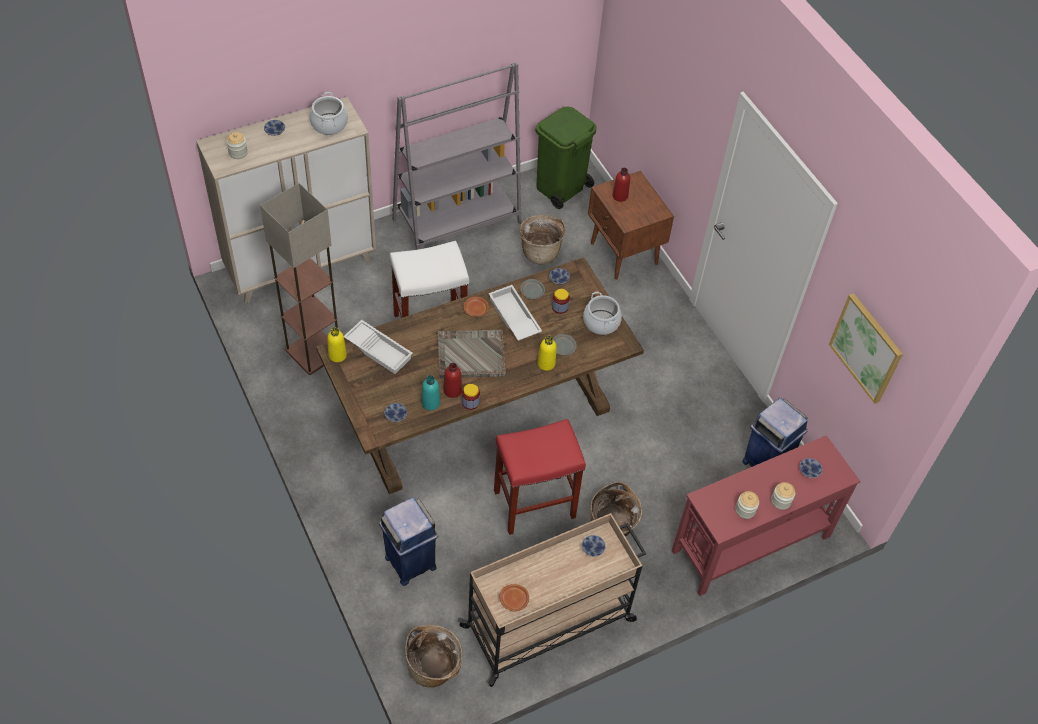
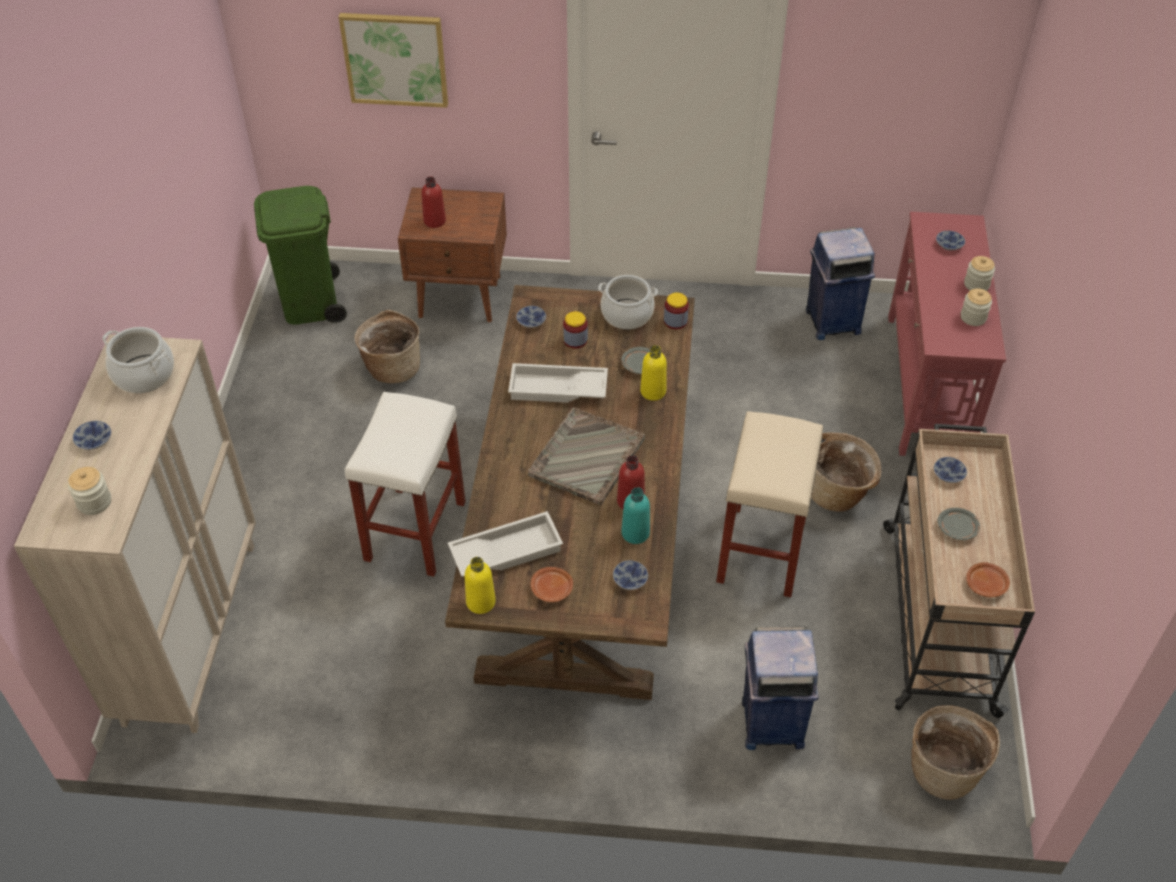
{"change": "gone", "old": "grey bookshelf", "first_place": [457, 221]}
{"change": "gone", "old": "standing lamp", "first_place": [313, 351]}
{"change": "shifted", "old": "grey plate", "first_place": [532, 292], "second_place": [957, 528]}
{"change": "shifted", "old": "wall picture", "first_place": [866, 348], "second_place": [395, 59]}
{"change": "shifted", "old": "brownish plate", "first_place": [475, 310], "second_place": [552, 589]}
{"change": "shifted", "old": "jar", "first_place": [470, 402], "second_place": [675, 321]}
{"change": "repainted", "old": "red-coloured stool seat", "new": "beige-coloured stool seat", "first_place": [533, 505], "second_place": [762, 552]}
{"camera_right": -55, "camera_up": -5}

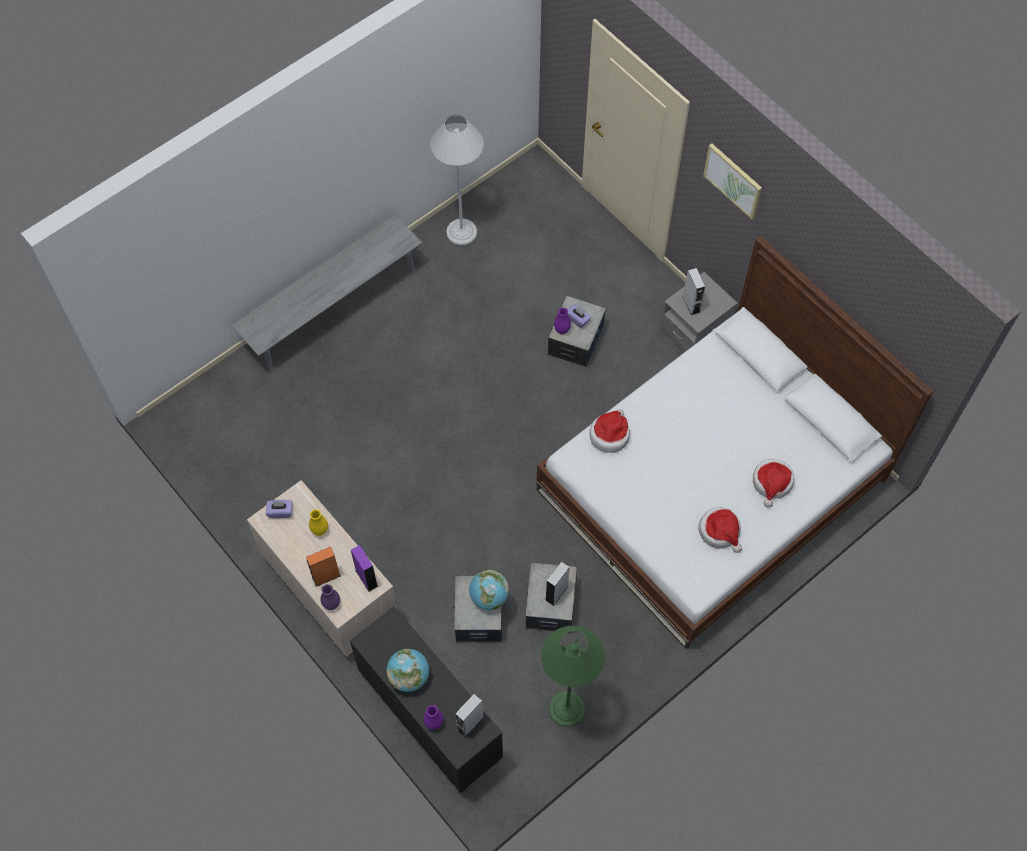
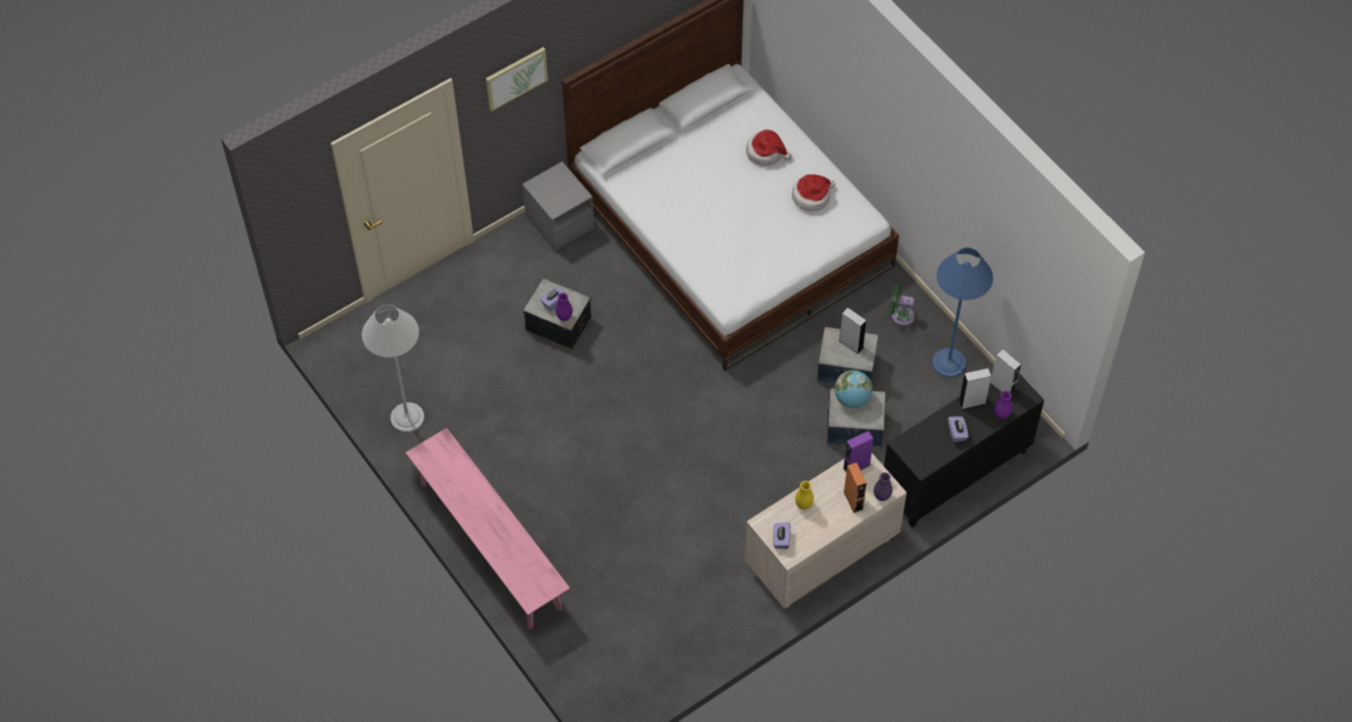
{"change": "repainted", "old": "grey long seat", "new": "pink long seat", "first_place": [333, 310], "second_place": [490, 545]}
{"change": "shifted", "old": "grey loudspeaker", "first_place": [691, 304], "second_place": [972, 402]}
{"change": "gone", "old": "hat", "first_place": [609, 434]}
{"change": "repainted", "old": "green standing lamp", "new": "bluish standing lamp", "first_place": [567, 709], "second_place": [949, 363]}
{"change": "swapped", "old": "world globe", "new": "purplish tissue box", "first_place": [409, 676], "second_place": [957, 433]}
{"change": "new", "new": "green electric fan", "second_place": [900, 315]}
{"camera_right": -85, "camera_up": -5}

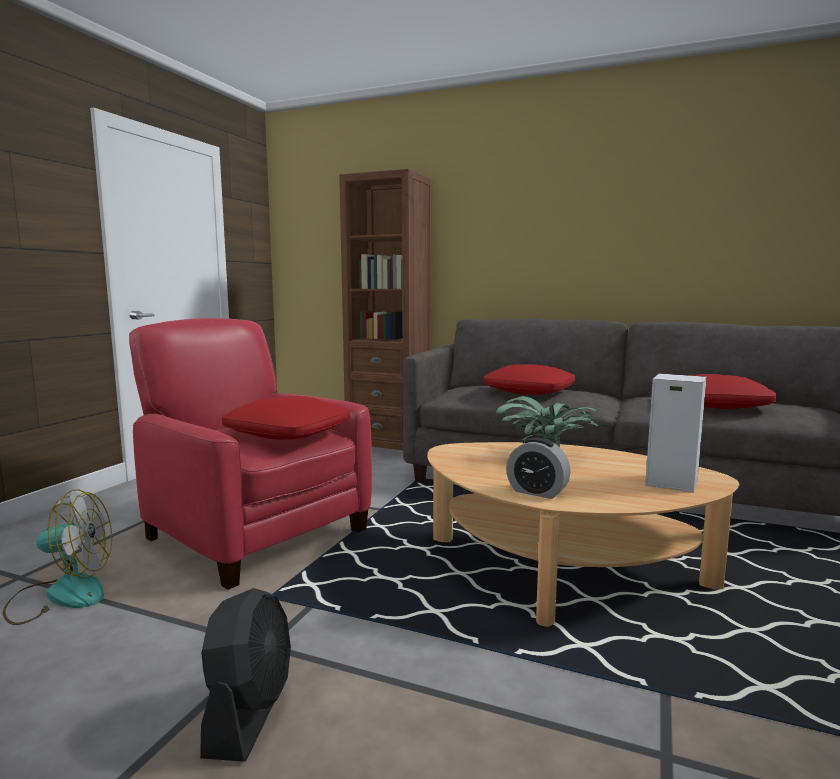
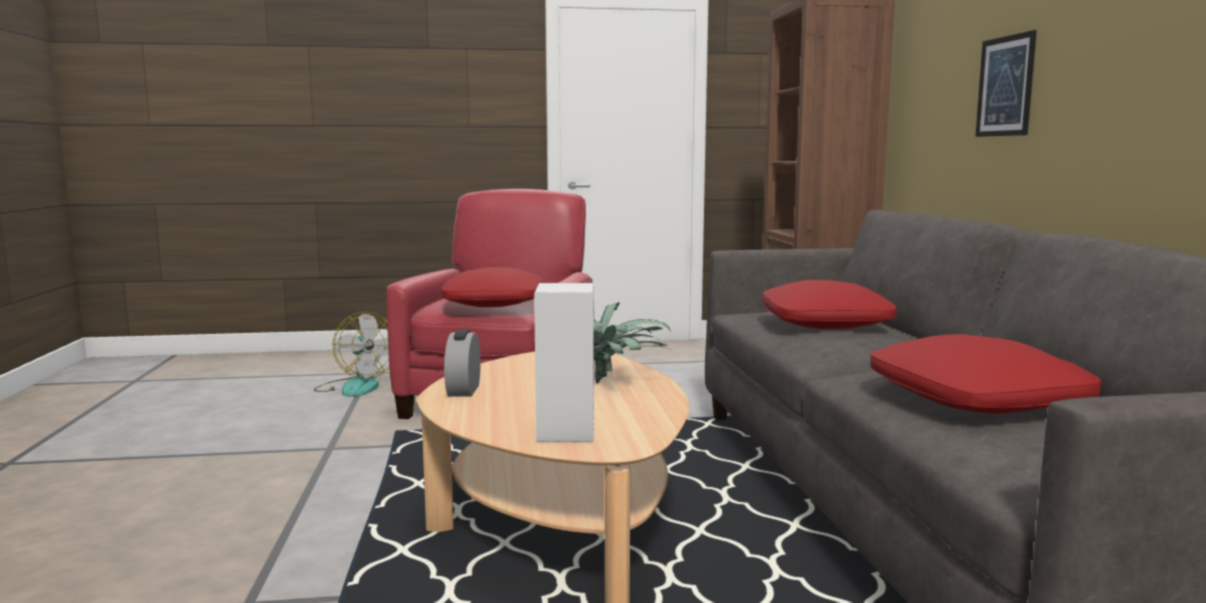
{"change": "gone", "old": "black electric fan", "first_place": [249, 712]}
{"change": "new", "new": "wall picture", "second_place": [1005, 86]}
{"camera_right": 60, "camera_up": 0}

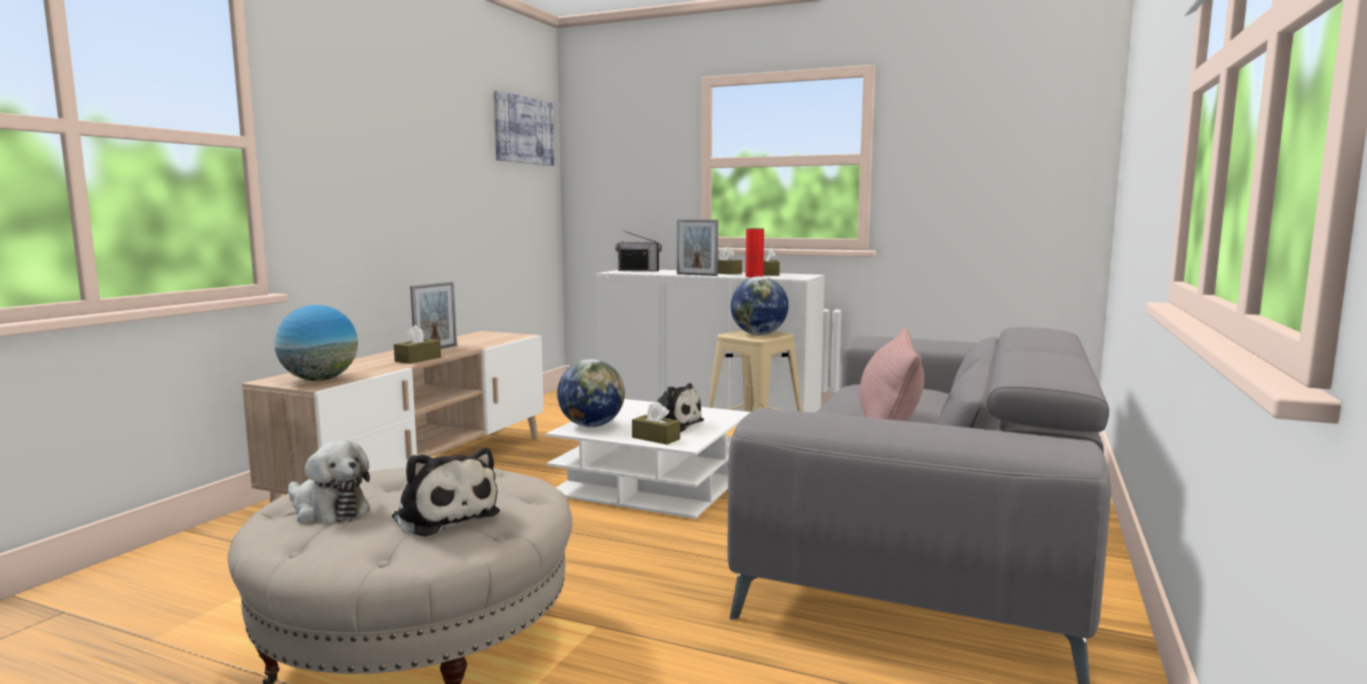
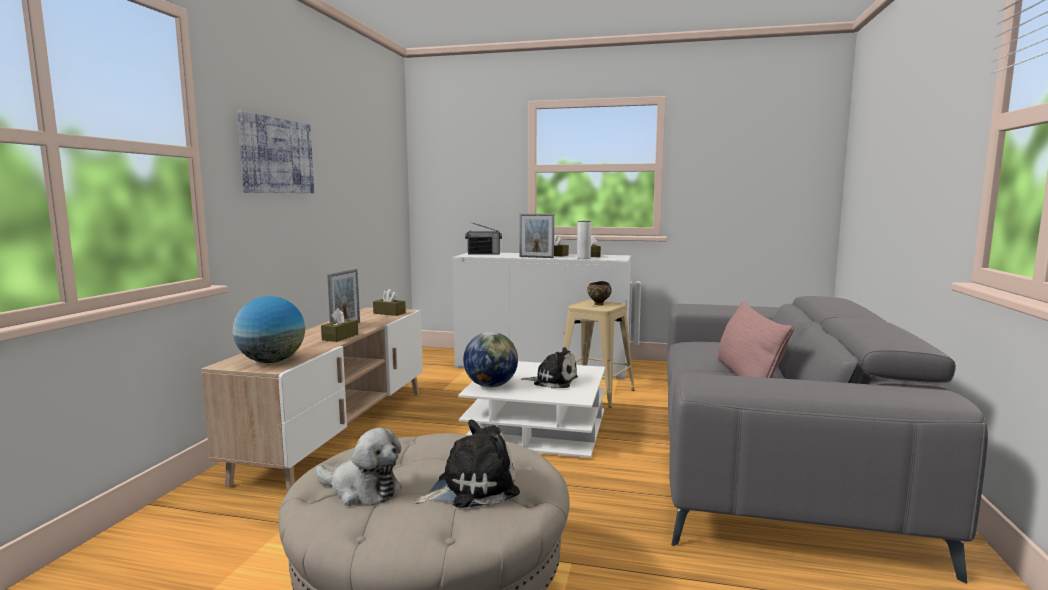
{"change": "shifted", "old": "wall picture", "first_place": [523, 130], "second_place": [276, 156]}
{"change": "repainted", "old": "red-coloured decorative vase", "new": "white decorative vase", "first_place": [754, 276], "second_place": [583, 258]}
{"change": "swapped", "old": "world globe", "new": "brownish serving bowl", "first_place": [758, 334], "second_place": [599, 304]}
{"change": "shifted", "old": "brownish tissue box", "first_place": [656, 438], "second_place": [389, 313]}
{"change": "rotated", "old": "plush toy", "first_place": [444, 515], "second_place": [471, 488], "degrees": -60}
{"camera_right": -10, "camera_up": 0}

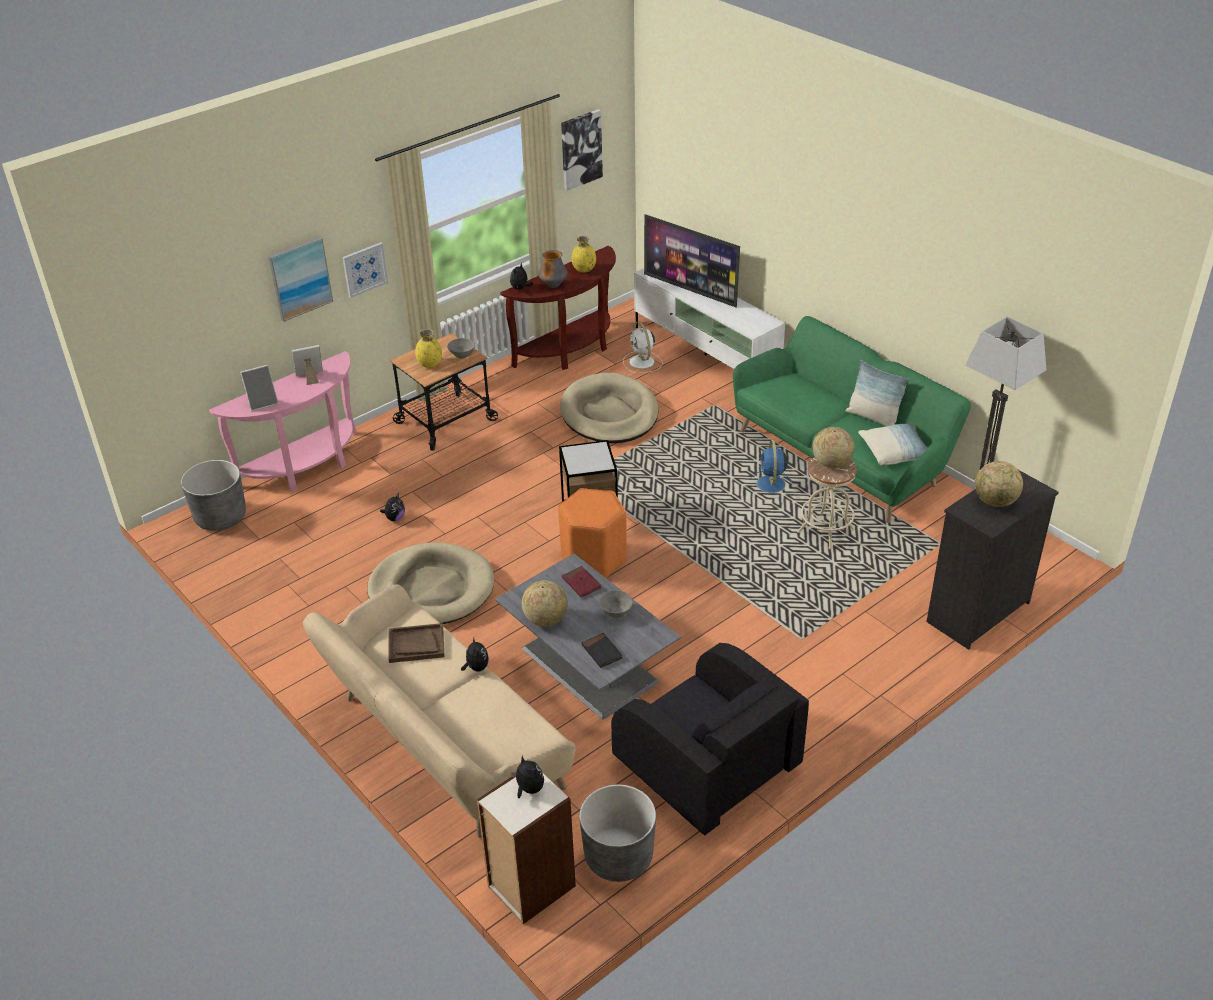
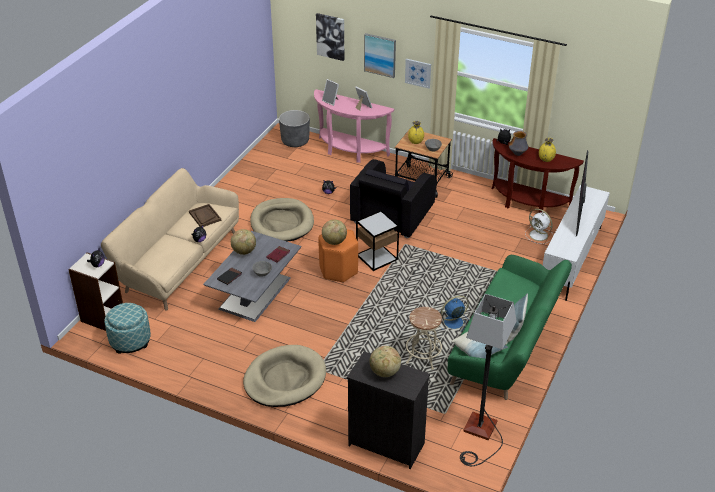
{"change": "shifted", "old": "wall picture", "first_place": [580, 149], "second_place": [330, 36]}
{"change": "rotated", "old": "white electric fan", "first_place": [642, 362], "second_place": [539, 235], "degrees": -90}
{"change": "shifted", "old": "beige-coloured dog cushion", "first_place": [609, 413], "second_place": [285, 379]}
{"change": "shifted", "old": "world globe", "first_place": [831, 463], "second_place": [334, 241]}
{"change": "shifted", "old": "black lounge chair", "first_place": [707, 765], "second_place": [392, 214]}
{"change": "swapped", "old": "grey flower pot", "new": "ottoman", "first_place": [618, 857], "second_place": [130, 340]}
{"camera_right": 65, "camera_up": 0}

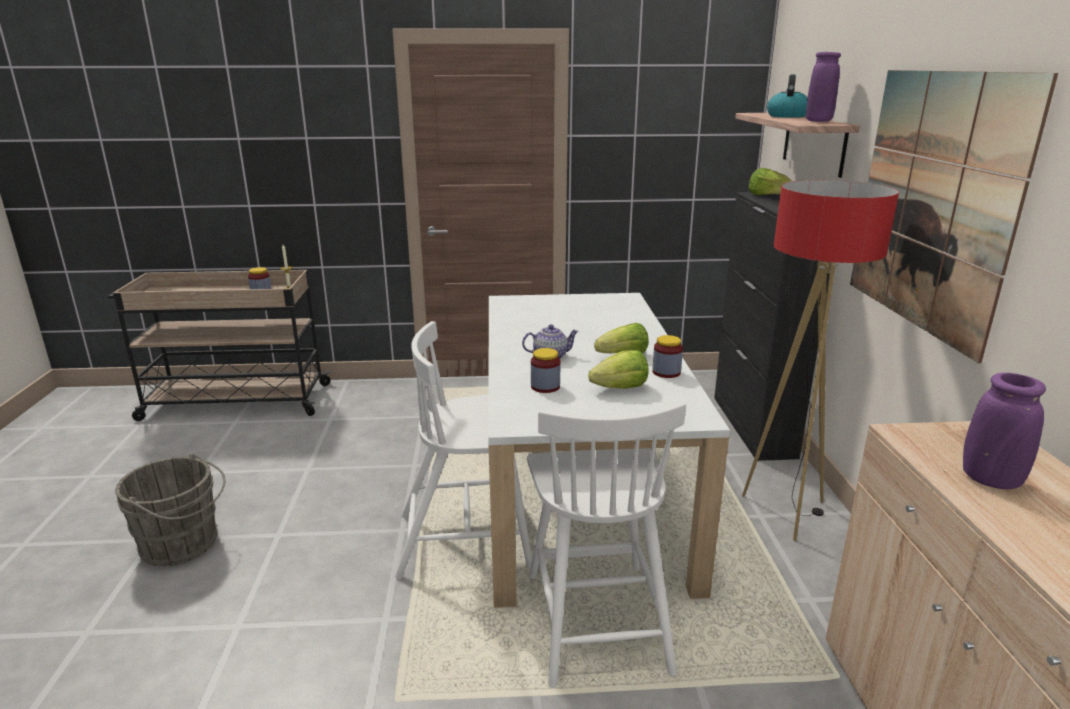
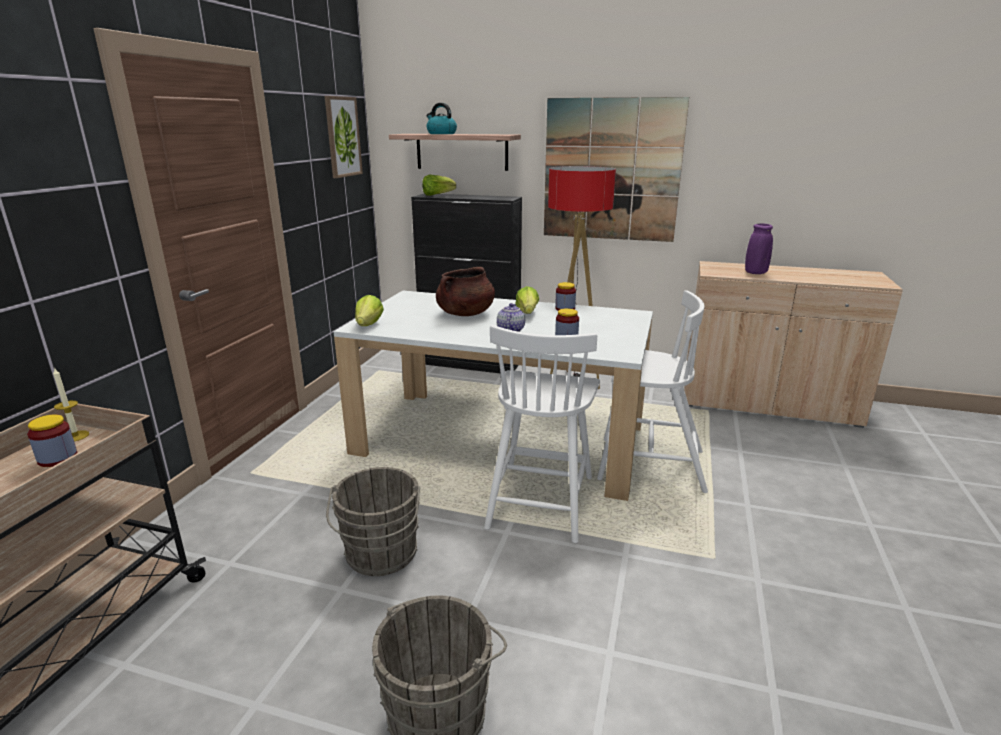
{"change": "gone", "old": "purplish decorative vase", "first_place": [818, 121]}
{"change": "shifted", "old": "lettuce head", "first_place": [621, 388], "second_place": [368, 325]}
{"change": "new", "new": "wall picture", "second_place": [342, 137]}
{"change": "new", "new": "brownish stockpot", "second_place": [465, 314]}
{"change": "new", "new": "grey water bucket", "second_place": [380, 556]}
{"camera_right": -70, "camera_up": 0}

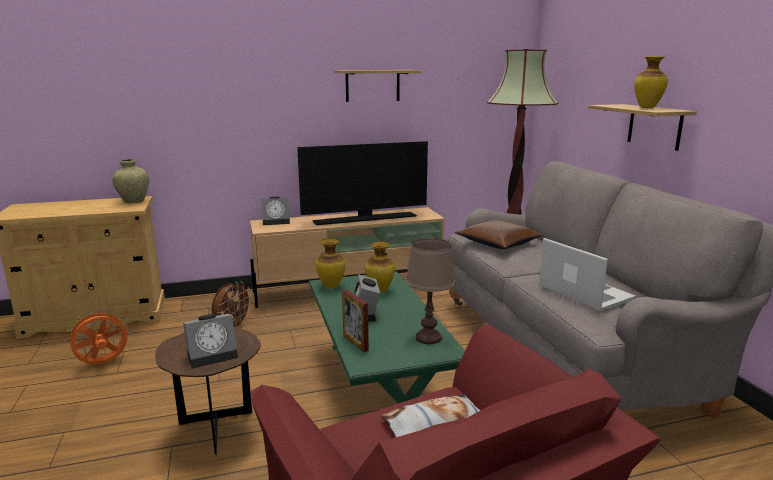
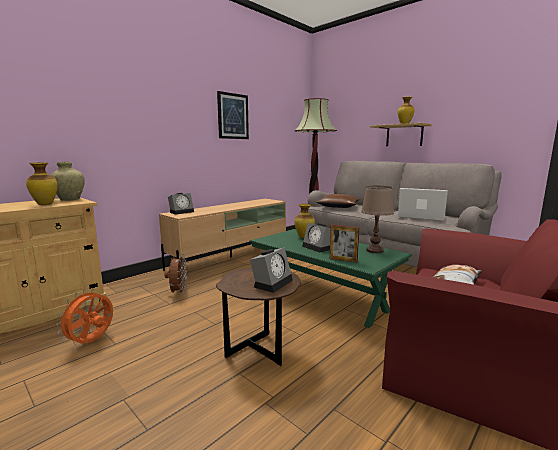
{"change": "swapped", "old": "wall shelf", "new": "wall picture", "first_place": [372, 85], "second_place": [233, 116]}
{"change": "gone", "old": "TV", "first_place": [365, 219]}
{"change": "shifted", "old": "decorative vase", "first_place": [331, 286], "second_place": [45, 204]}
{"camera_right": -30, "camera_up": -5}

